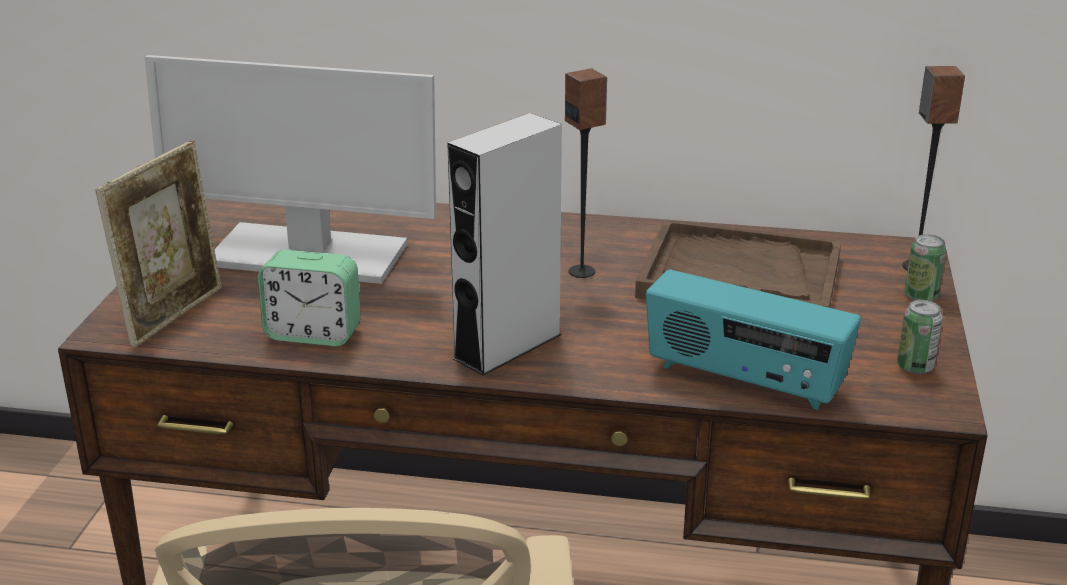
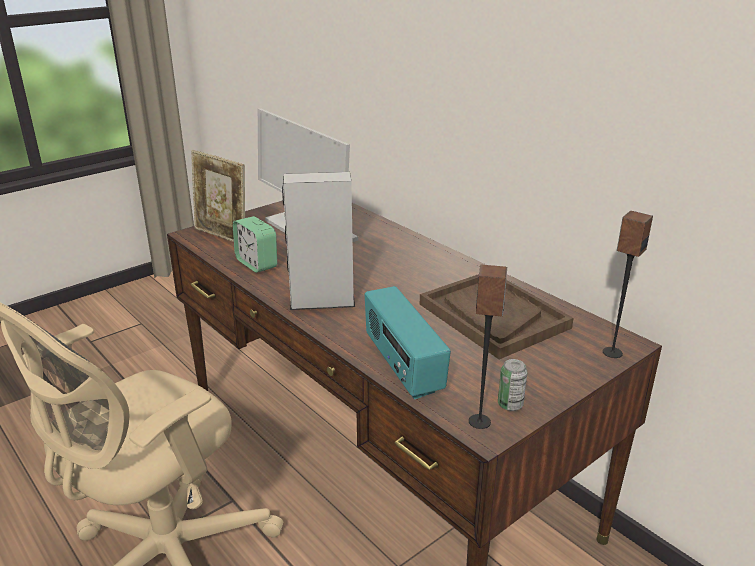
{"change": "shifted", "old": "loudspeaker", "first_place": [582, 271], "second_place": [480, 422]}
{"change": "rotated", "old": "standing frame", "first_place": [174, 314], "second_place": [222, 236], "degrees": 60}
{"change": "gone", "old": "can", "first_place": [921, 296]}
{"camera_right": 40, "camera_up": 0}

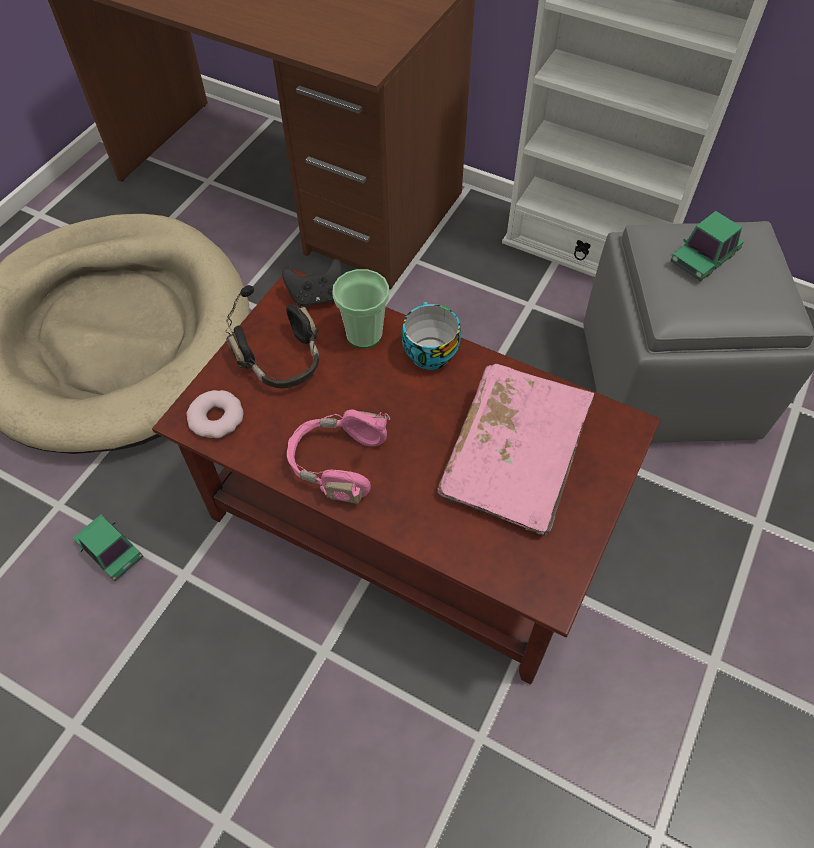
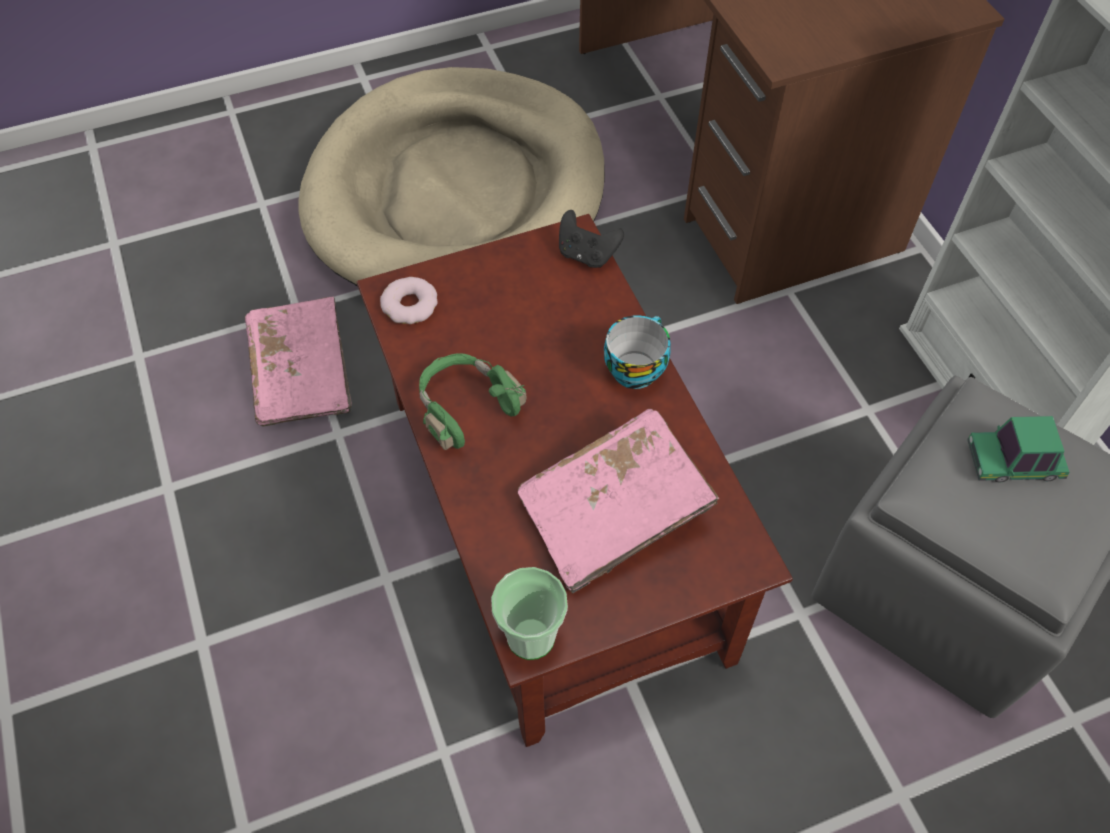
{"change": "shifted", "old": "cup", "first_place": [364, 334], "second_place": [531, 636]}
{"change": "gone", "old": "black headphones", "first_place": [282, 361]}
{"change": "repainted", "old": "pink headphones", "new": "green headphones", "first_place": [338, 463], "second_place": [466, 408]}
{"change": "swapped", "old": "model car", "new": "pink bound book", "first_place": [111, 551], "second_place": [302, 374]}
{"camera_right": 40, "camera_up": 0}

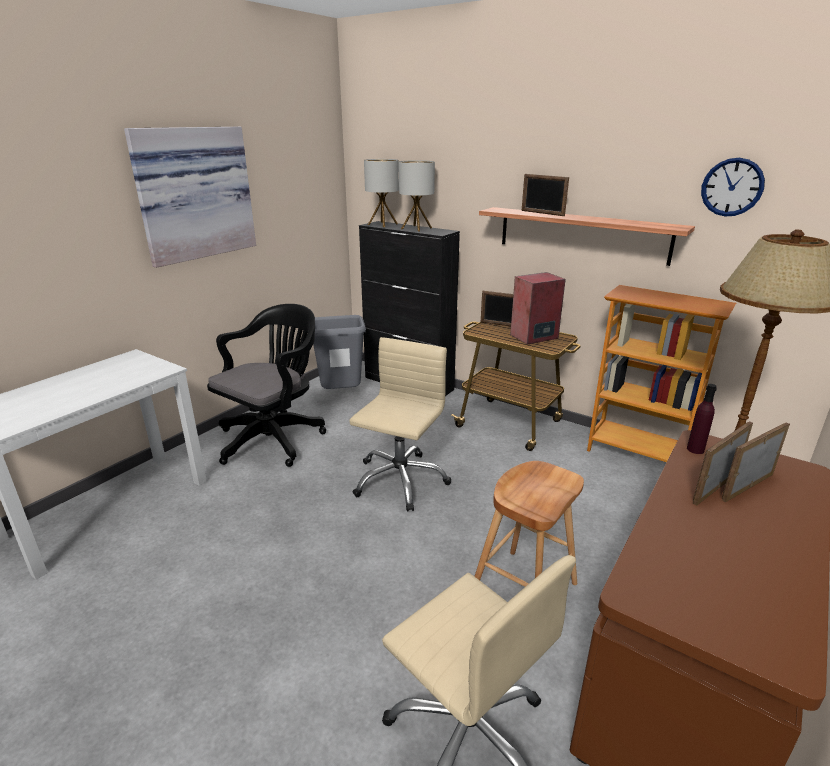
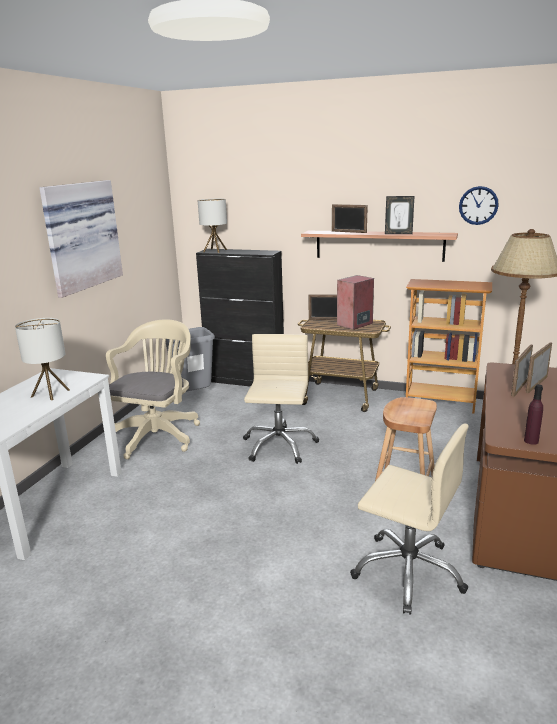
{"change": "shifted", "old": "table lamp", "first_place": [416, 228], "second_place": [50, 393]}
{"change": "repainted", "old": "black computer chair", "new": "beige-coloured computer chair", "first_place": [274, 438], "second_place": [158, 434]}
{"change": "shifted", "old": "purplish drink bottle", "first_place": [695, 449], "second_place": [531, 441]}
{"change": "new", "new": "standing frame", "second_place": [398, 233]}
{"camera_right": -15, "camera_up": -5}

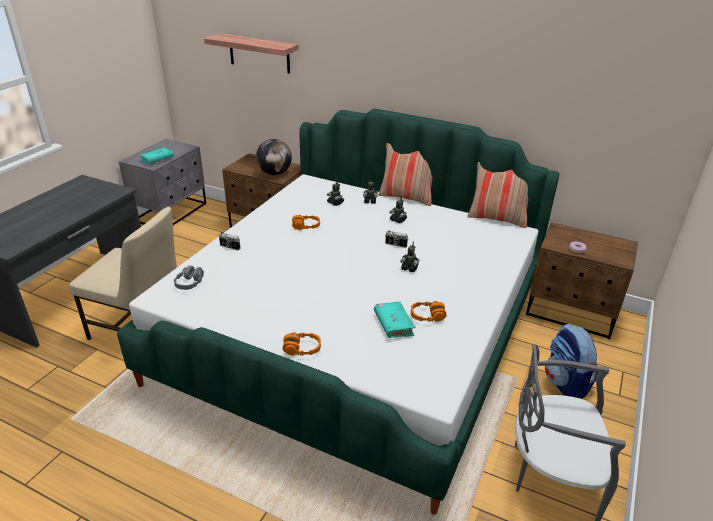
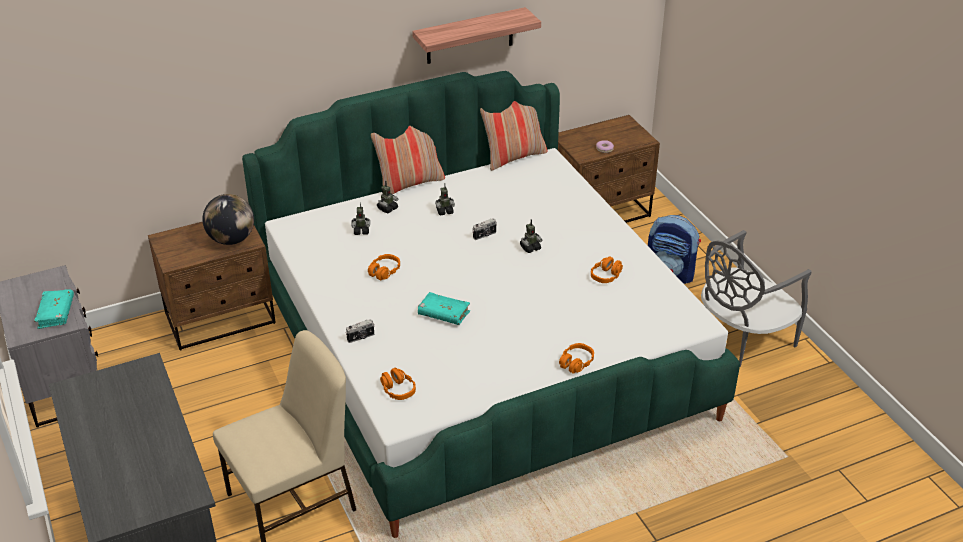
{"change": "shifted", "old": "wall shelf", "first_place": [259, 53], "second_place": [469, 36]}
{"change": "repainted", "old": "grey headphones", "new": "orangey headphones", "first_place": [189, 283], "second_place": [398, 389]}
{"change": "shifted", "old": "blue-green bound book", "first_place": [393, 324], "second_place": [443, 314]}
{"camera_right": -50, "camera_up": 5}

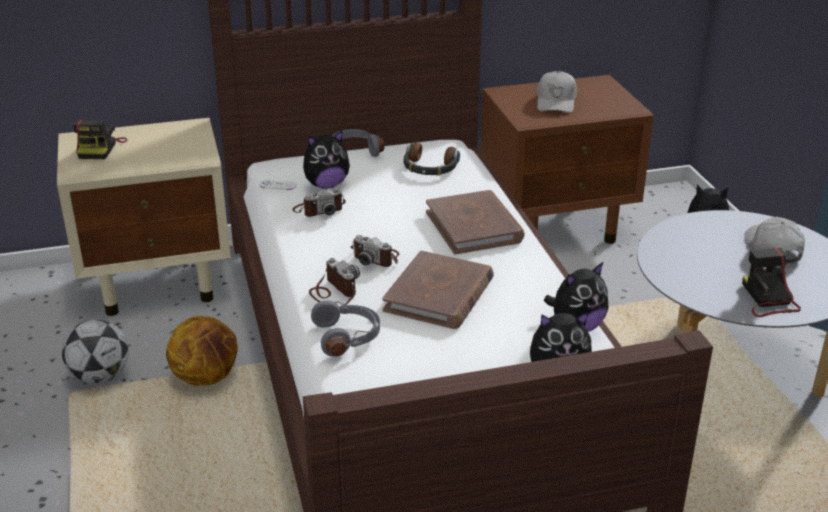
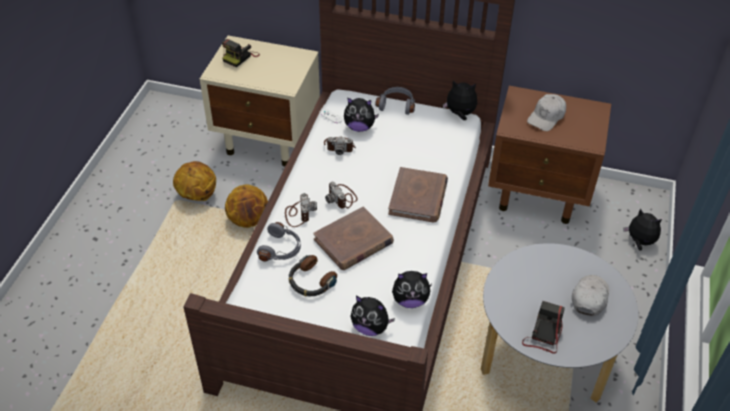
{"change": "shifted", "old": "headphones", "first_place": [430, 168], "second_place": [310, 281]}
{"change": "swapped", "old": "football", "new": "basketball ball", "first_place": [100, 377], "second_place": [197, 195]}
{"change": "new", "new": "plush toy", "second_place": [460, 114]}
{"camera_right": 30, "camera_up": 15}

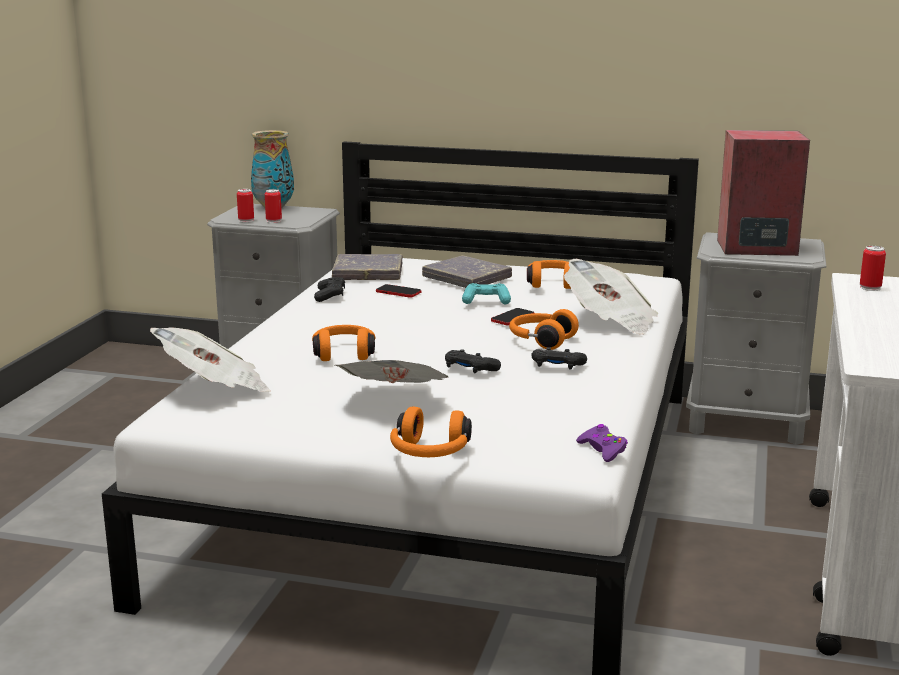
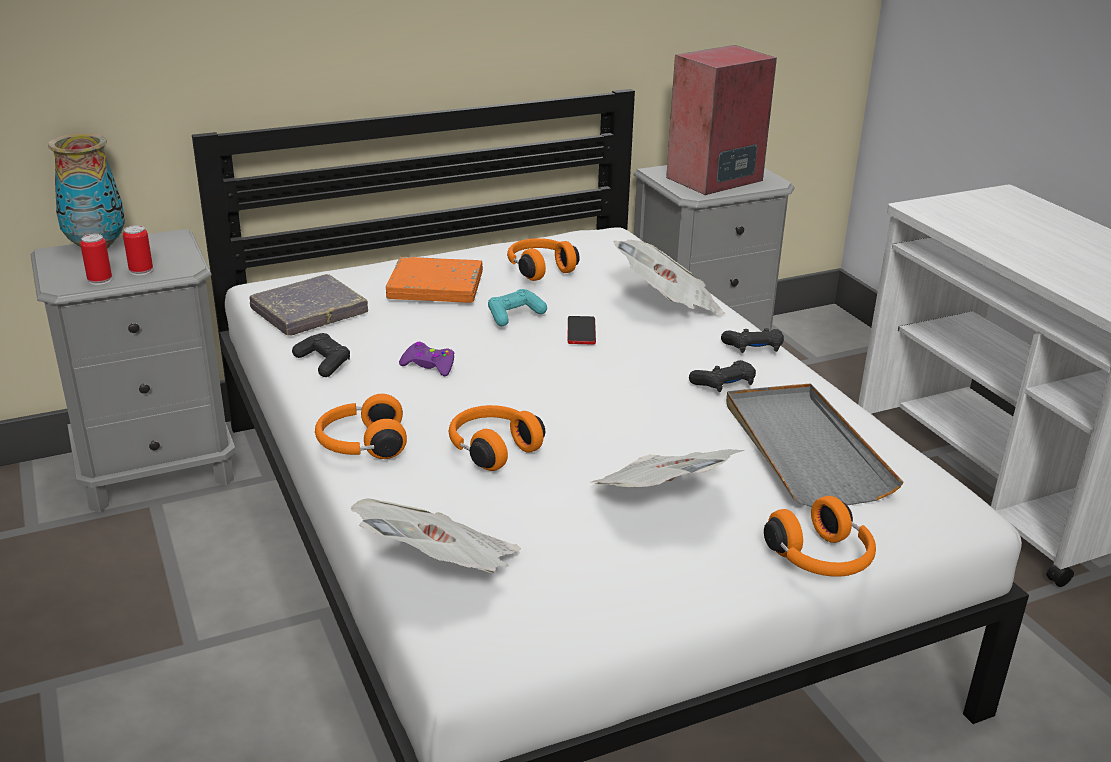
{"change": "gone", "old": "can", "first_place": [870, 288]}
{"change": "repainted", "old": "grey bound book", "new": "orangey bound book", "first_place": [466, 278], "second_place": [435, 287]}
{"change": "gone", "old": "handset", "first_place": [398, 292]}
{"change": "shifted", "old": "orangey headphones", "first_place": [540, 341], "second_place": [361, 445]}
{"change": "shifted", "old": "black joypad", "first_place": [470, 369], "second_place": [754, 348]}
{"change": "shifted", "old": "purplish joypad", "first_place": [603, 450], "second_place": [429, 365]}
{"change": "new", "new": "grey carrying tray", "second_place": [803, 449]}
{"camera_right": -40, "camera_up": 10}

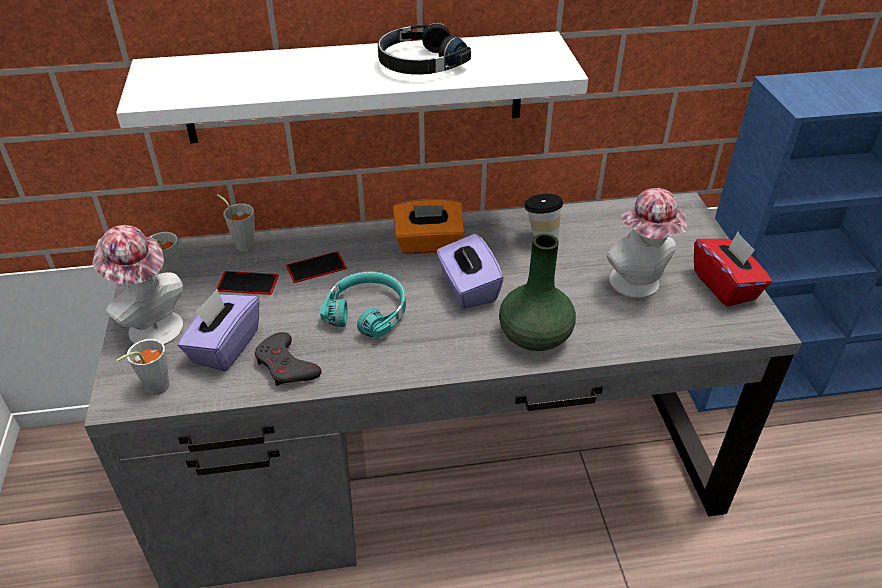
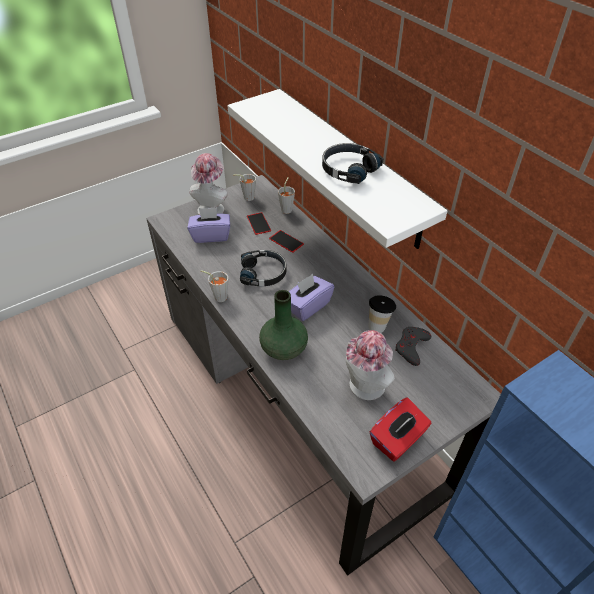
{"change": "gone", "old": "orangey tissue box", "first_place": [428, 244]}
{"change": "repainted", "old": "blue-green headphones", "new": "black headphones", "first_place": [368, 311], "second_place": [263, 273]}
{"change": "shifted", "old": "grey joypad", "first_place": [286, 366], "second_place": [411, 347]}
{"change": "shifted", "old": "grey cup", "first_place": [153, 389], "second_place": [218, 296]}
{"camera_right": 65, "camera_up": 5}

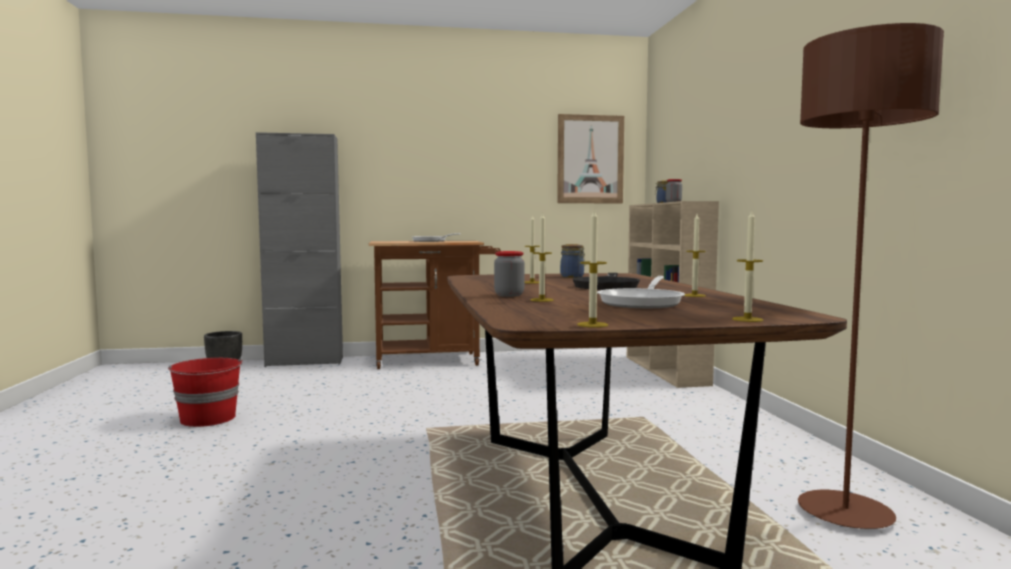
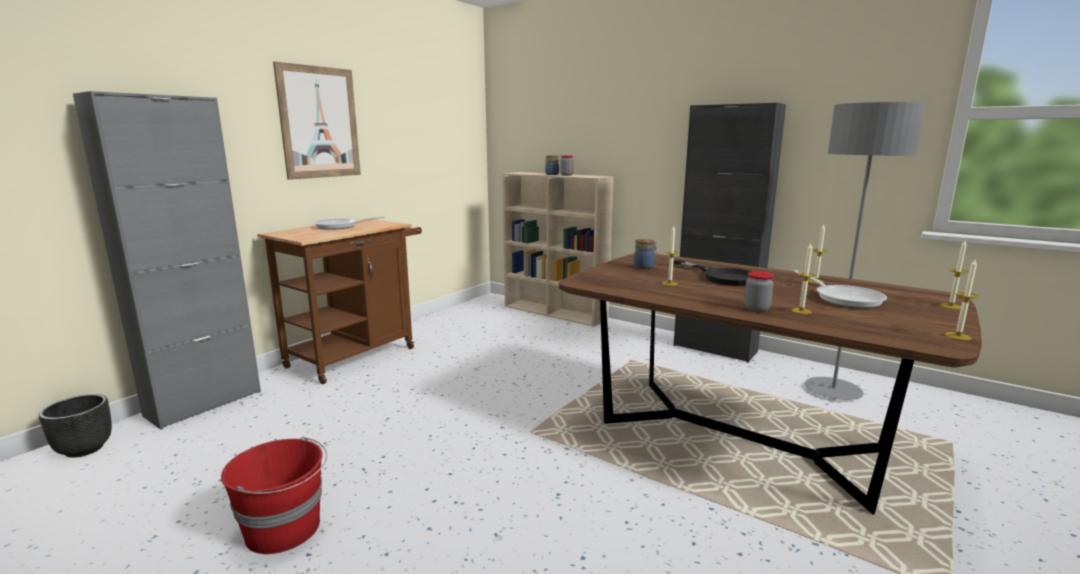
{"change": "repainted", "old": "brownish standing lamp", "new": "grey standing lamp", "first_place": [845, 513], "second_place": [833, 391]}
{"change": "shifted", "old": "wall picture", "first_place": [590, 159], "second_place": [319, 123]}
{"change": "new", "new": "black cabinet", "second_place": [714, 348]}
{"camera_right": -45, "camera_up": 10}

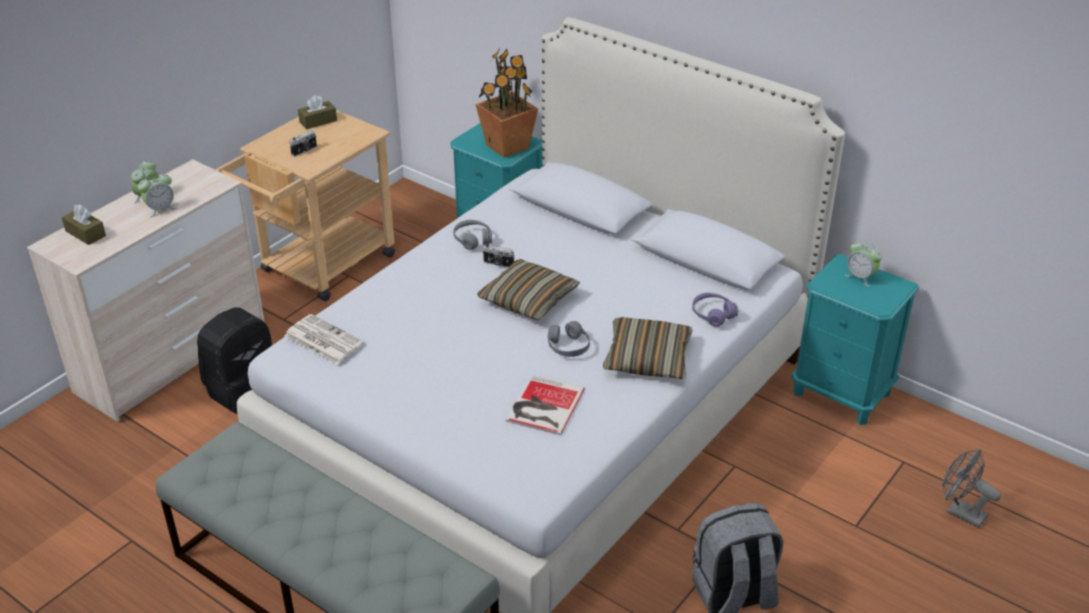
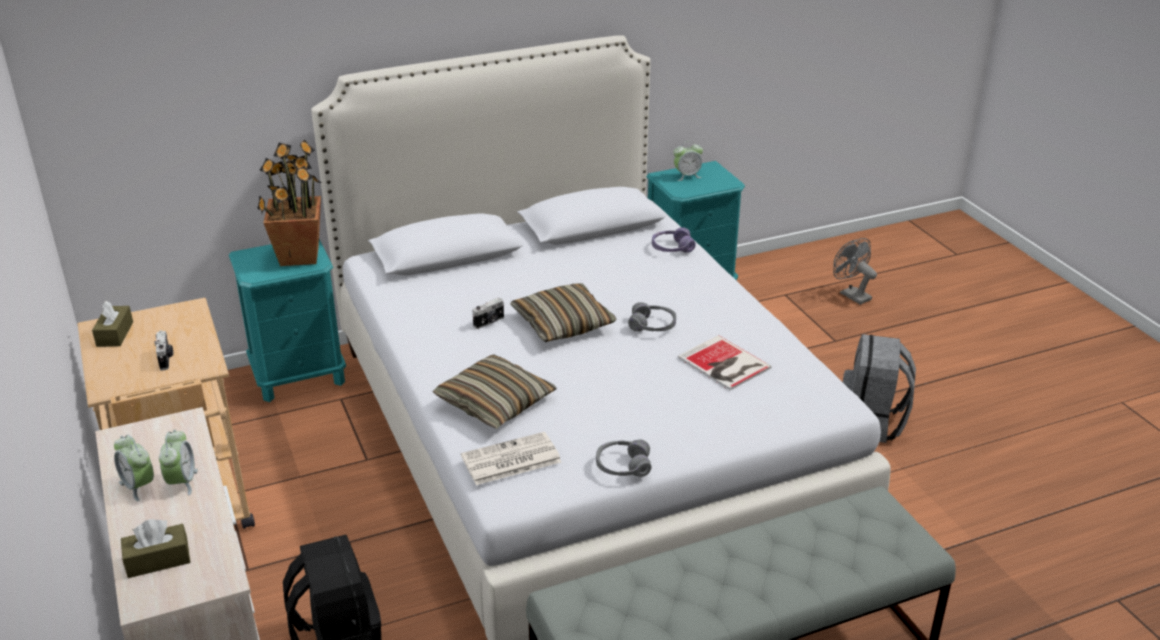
{"change": "shifted", "old": "grey headphones", "first_place": [473, 240], "second_place": [623, 466]}
{"change": "shifted", "old": "cushion", "first_place": [647, 358], "second_place": [495, 403]}
{"change": "rotated", "old": "grey electric fan", "first_place": [960, 512], "second_place": [851, 294], "degrees": 75}
{"camera_right": -60, "camera_up": -5}

